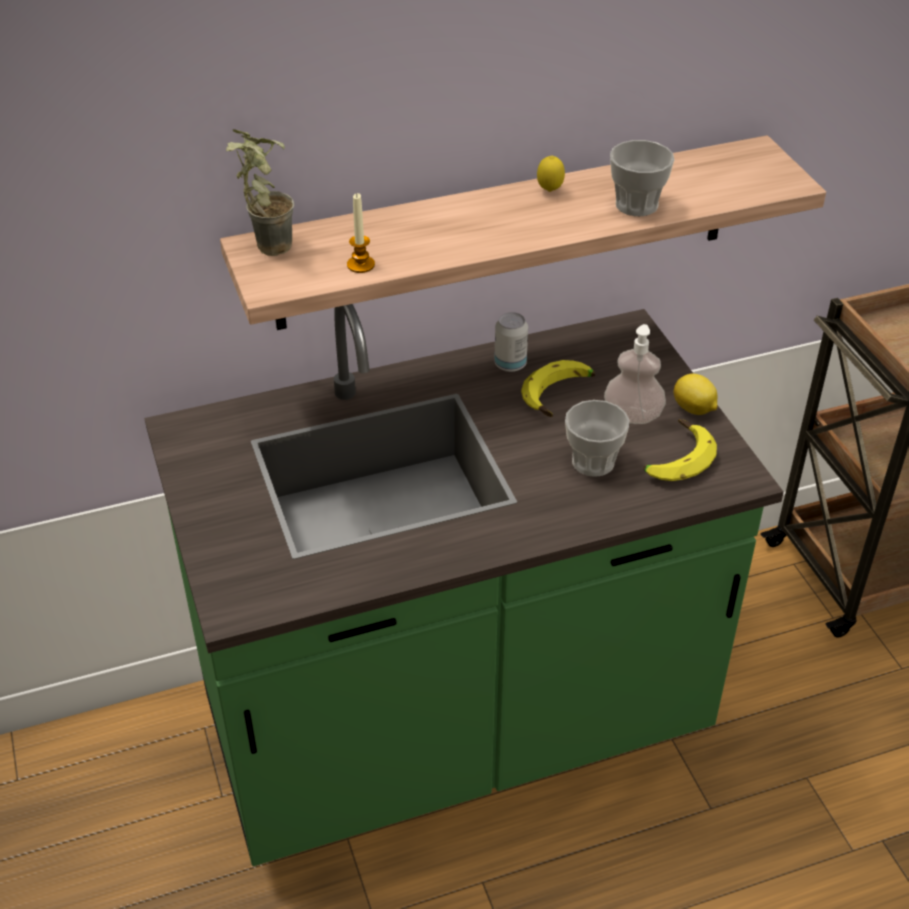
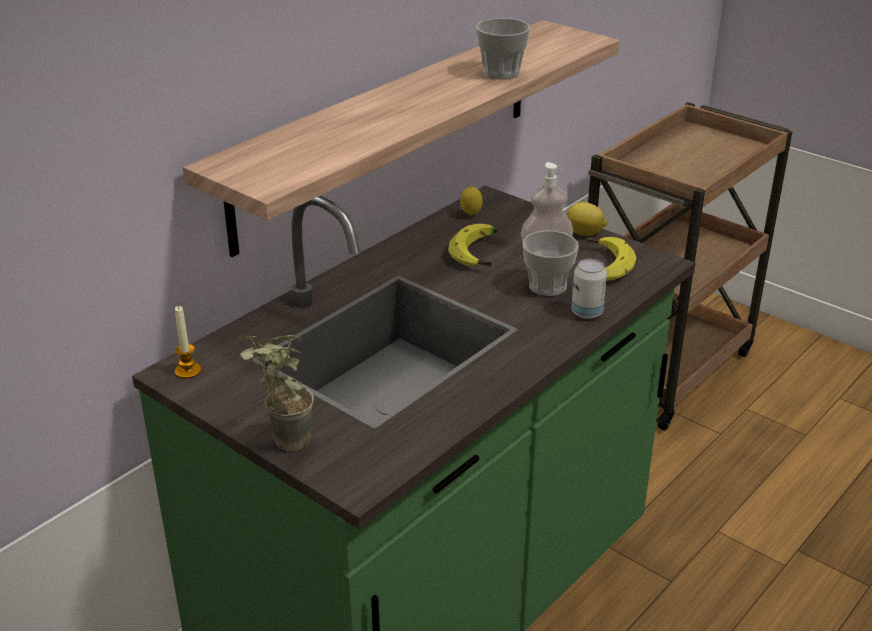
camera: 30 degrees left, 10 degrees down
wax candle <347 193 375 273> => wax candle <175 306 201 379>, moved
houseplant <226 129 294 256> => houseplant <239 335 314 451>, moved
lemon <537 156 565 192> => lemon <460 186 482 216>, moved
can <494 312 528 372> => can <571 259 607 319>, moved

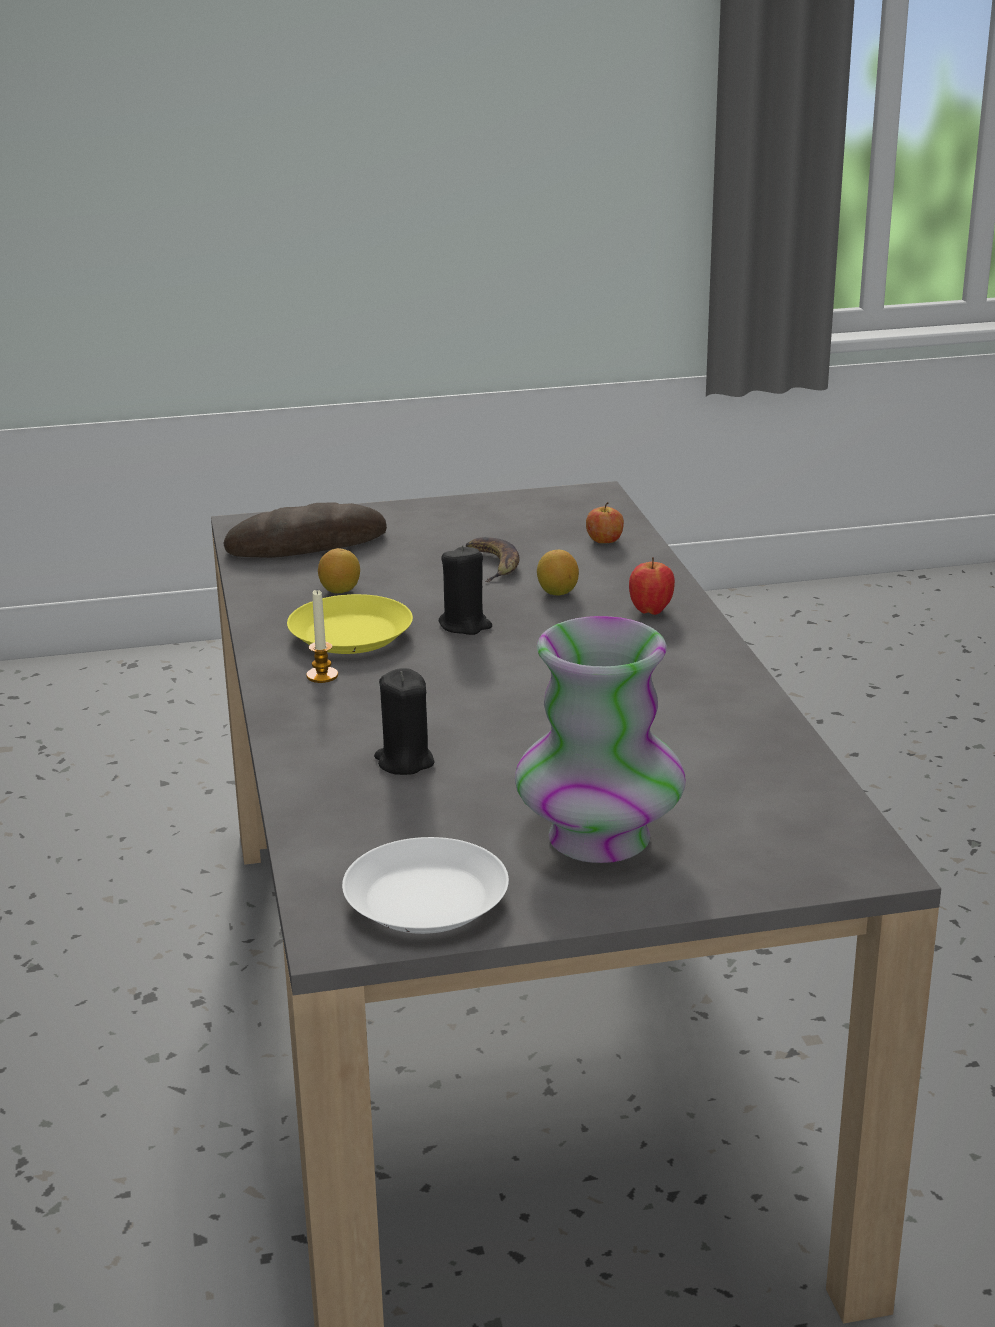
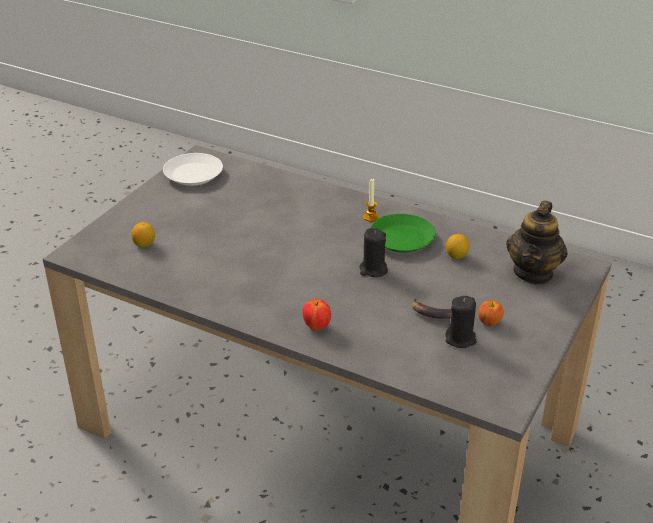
camera: 130 degrees right, 10 degrees up
lemon <537 550 579 596> => lemon <131 222 155 247>, moved
yellowish plate <287 594 413 654> => green-coloured plate <370 214 436 253>
black wax candle <374 668 435 775> => black wax candle <445 296 477 348>, moved
whole apple <586 502 624 543> => whole apple <478 300 504 326>, moved
bread <223 502 387 558> => teapot <506 201 568 285>
decorative vase <515 616 685 863> => nothing

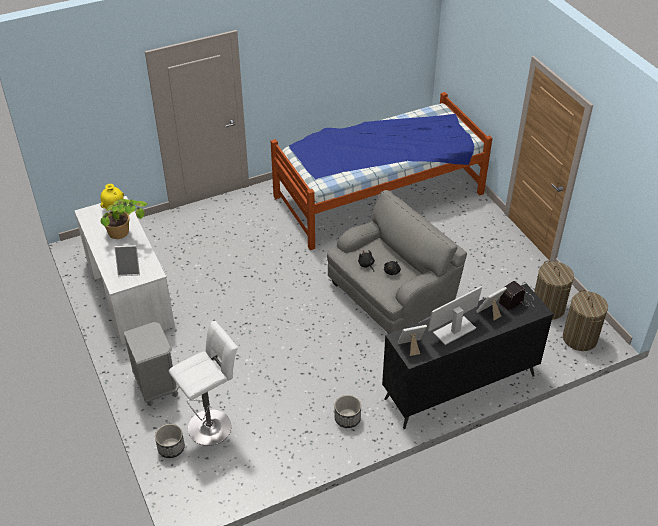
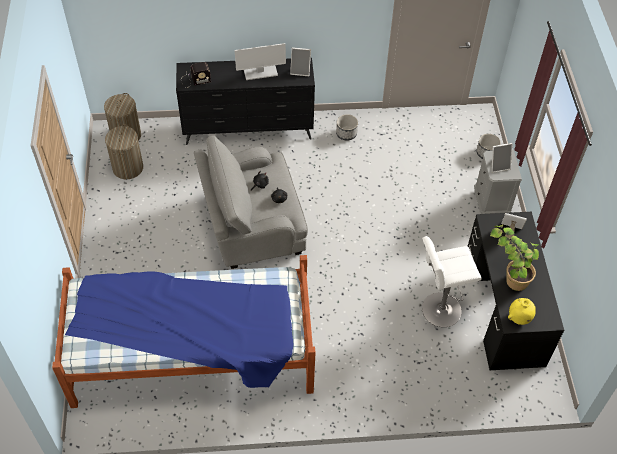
camera: 160 degrees left, 10 degrees up
white-coloured stool <169 321 238 446> => white-coloured stool <422 236 482 327>, moved
white-coloured desk unit <74 196 175 344> => black desk unit <468 212 564 370>
standing frame <476 287 507 321> => standing frame <491 143 513 173>, moved

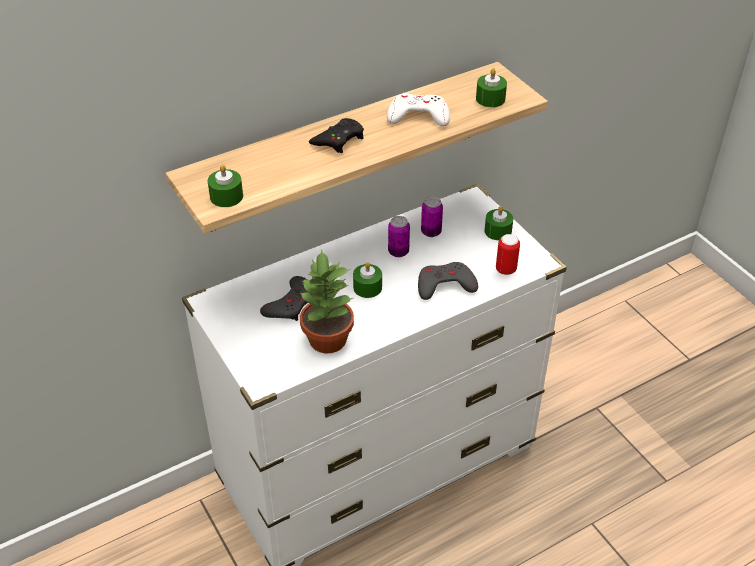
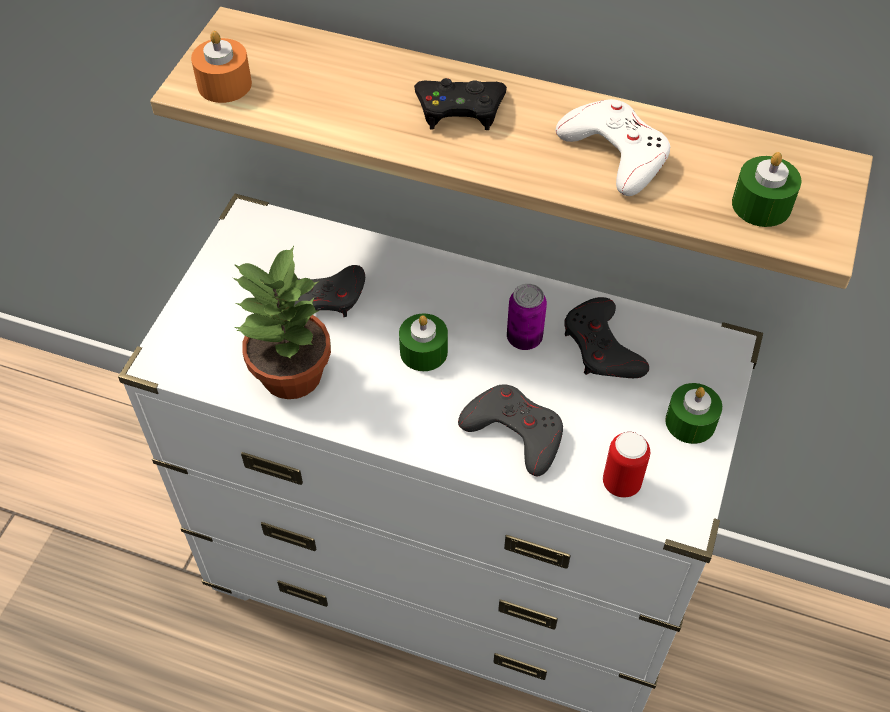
camera: 50 degrees right, 10 degrees up
green-coloured wax candle <208 165 243 207> => orangey wax candle <191 31 252 103>
can <421 196 443 237> => greyish gamepad <564 297 649 378>

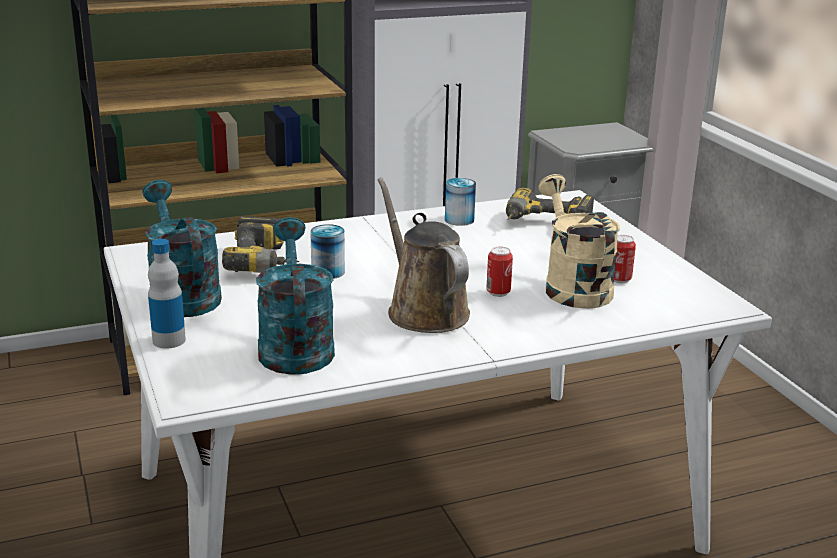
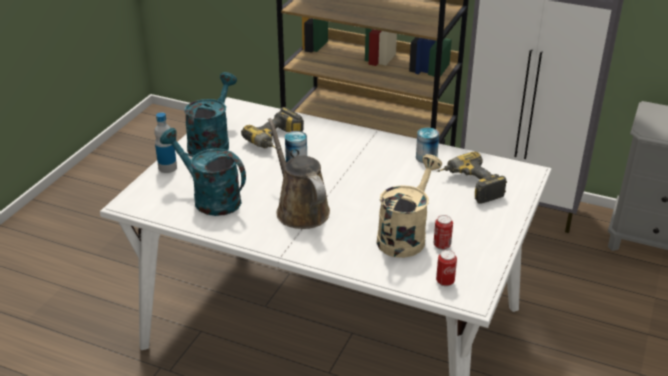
camera: 45 degrees right, 10 degrees up
blue-green watering can <256 217 335 375> => blue-green watering can <160 128 246 216>, 90 degrees counterclockwise
brown watering can <377 177 470 333> => brown watering can <268 118 330 229>, 45 degrees counterclockwise
can <486 247 513 297> => can <436 250 457 286>, moved

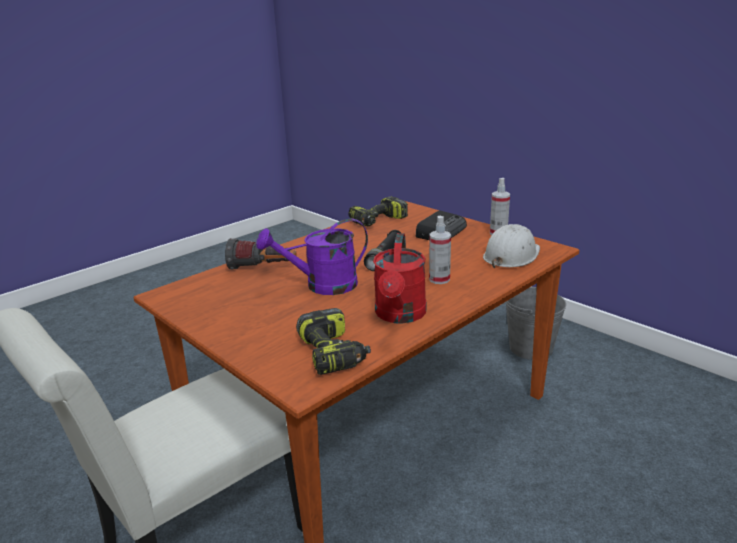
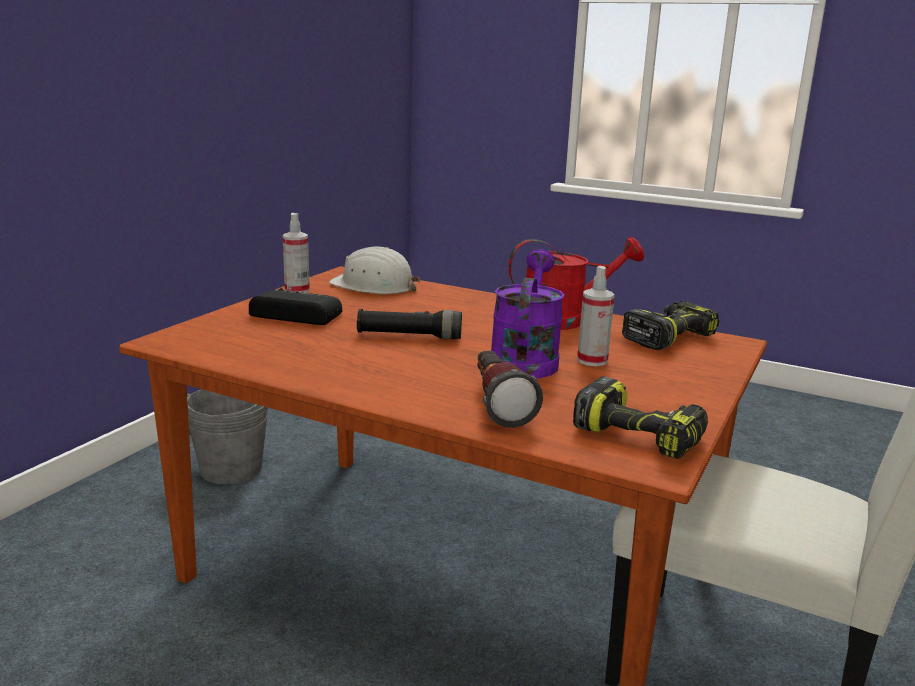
camera: 110 degrees left, 5 degrees down
purplish watering can <256 218 368 295> => purplish watering can <491 249 565 379>, 135 degrees counterclockwise
electric drill <348 196 408 227> => electric drill <573 376 708 459>, moved
spray bottle <429 216 451 284> => spray bottle <577 266 615 366>, moved

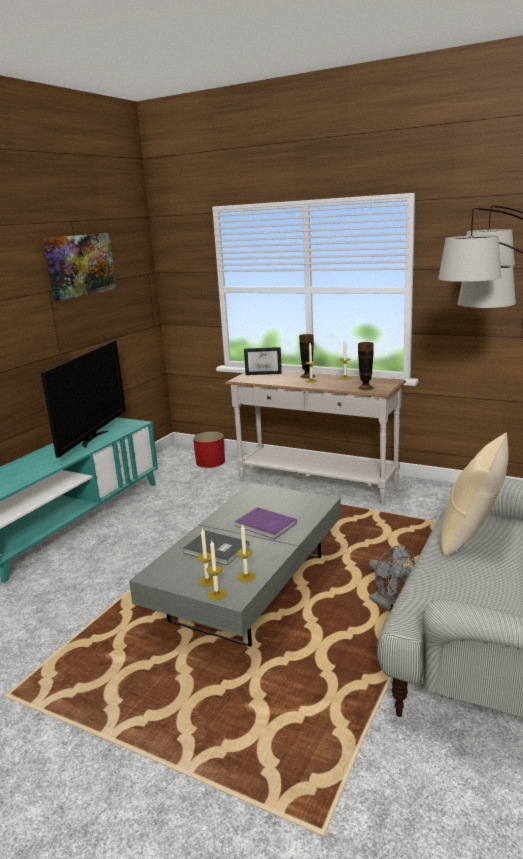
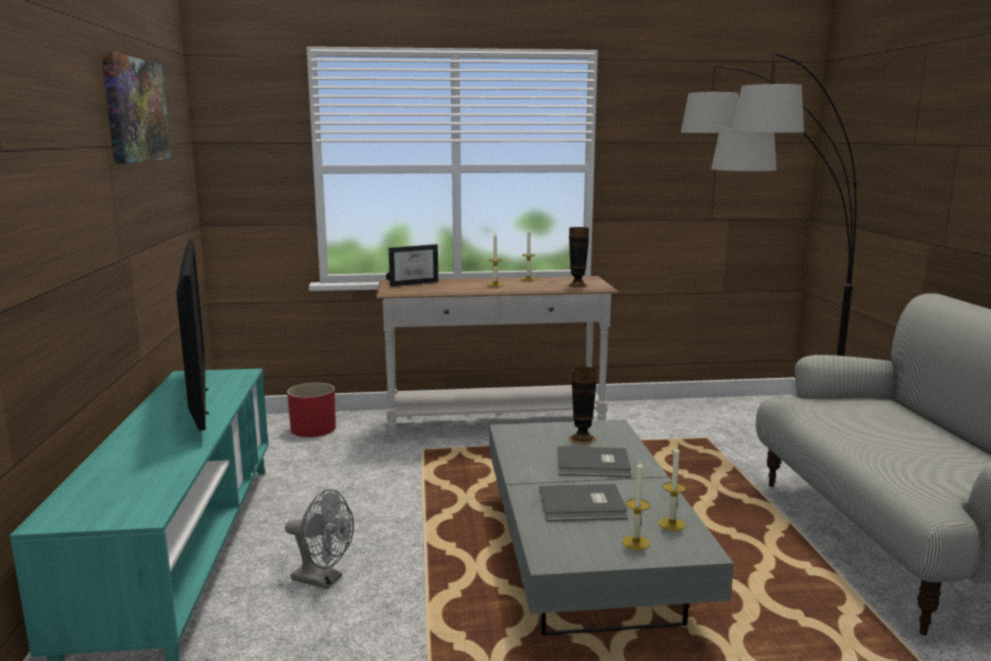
camera: 35 degrees left, 5 degrees down
greyish cooling fan <369 545 415 612> => greyish cooling fan <285 489 354 589>, moved
purplish book <235 507 297 539> => greyish book <557 446 631 477>
decorative vase <299 334 315 379> => decorative vase <569 367 597 444>, moved
wax candle <206 540 226 600> => nothing
beige-coloured throw pillow <441 432 509 556> => nothing

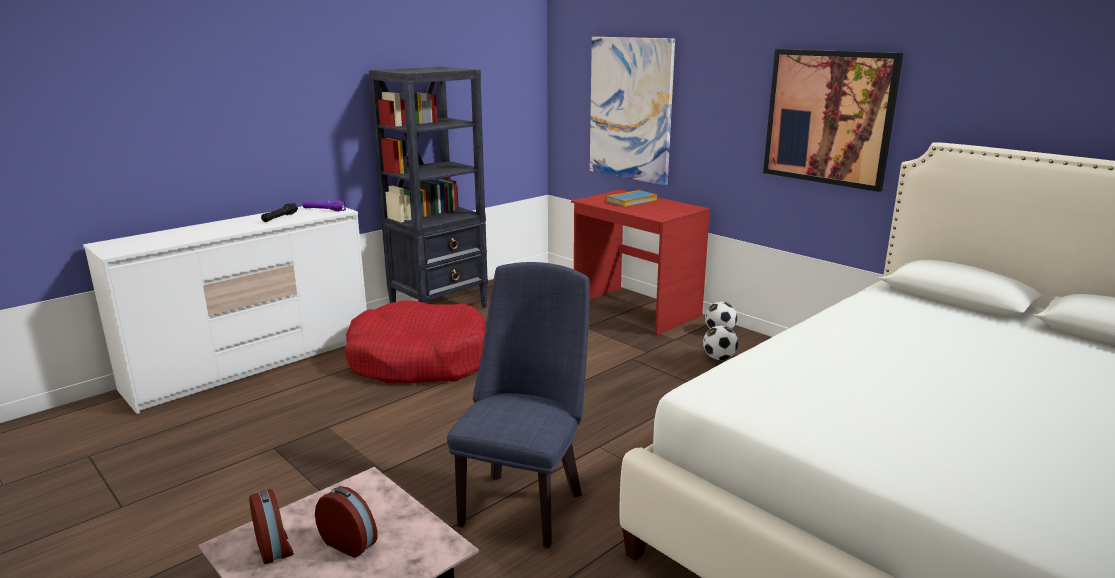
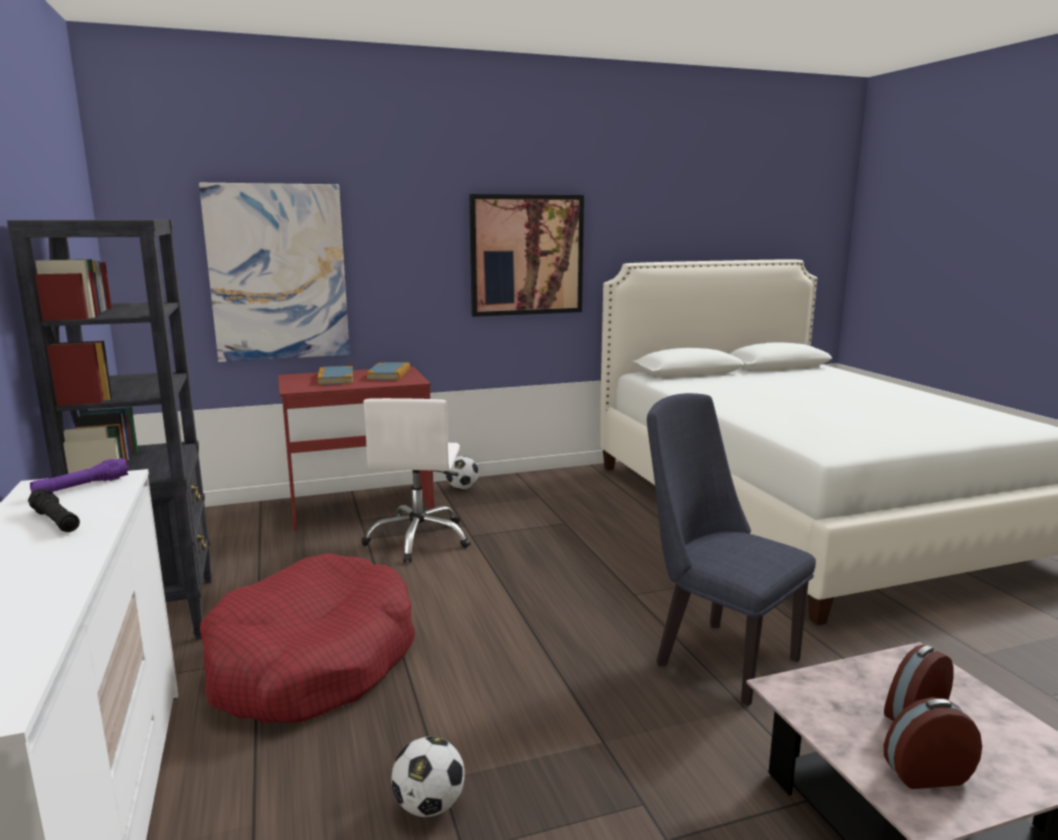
camera: 65 degrees left, 5 degrees down
nothing => white-coloured desk chair <361 398 471 563>
nothing => book <366 362 410 380>
ball for football <703 326 738 360> => ball for football <391 736 465 817>, moved

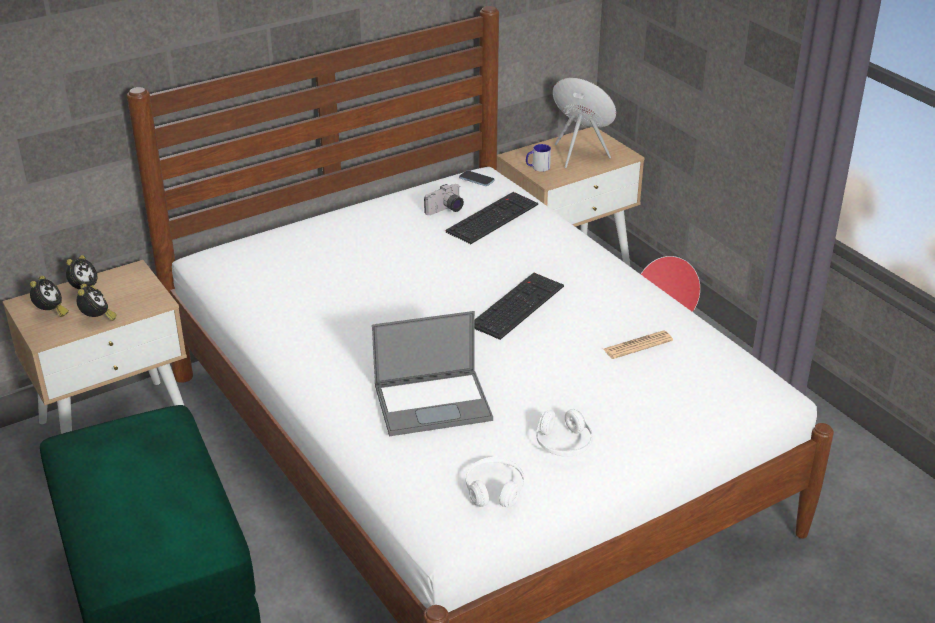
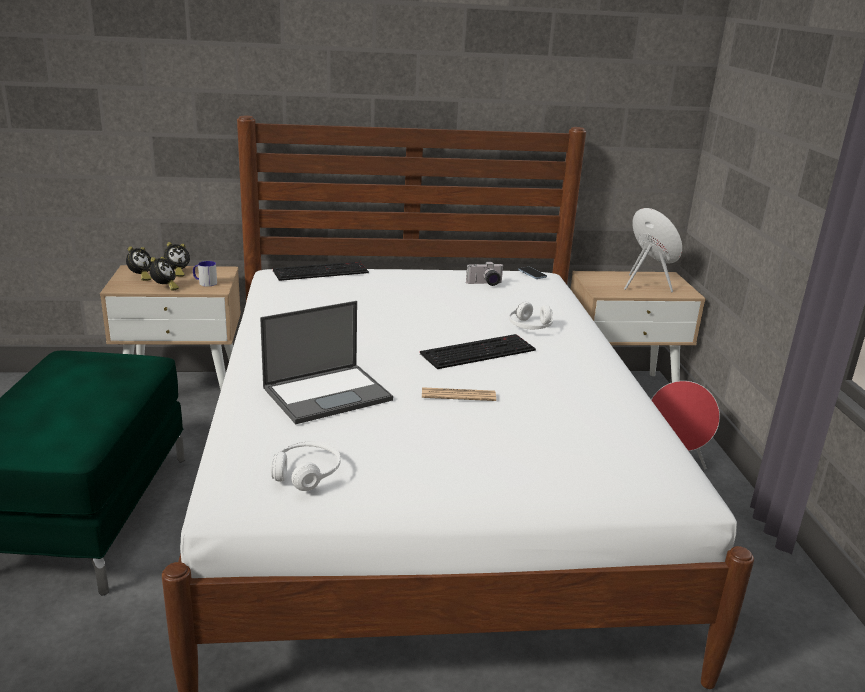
camera: 25 degrees right, 10 degrees down
tea mug <526 144 551 172> => tea mug <193 261 217 287>, moved
portable computer <372 311 493 436> => portable computer <260 301 393 425>, 45 degrees counterclockwise
computer keyboard <446 192 538 244> => computer keyboard <273 262 369 281>, moved
newspaper <603 330 673 359> => newspaper <422 387 496 401>, moved
white-coloured headphones <536 409 593 457> => white-coloured headphones <509 302 553 329>, moved

